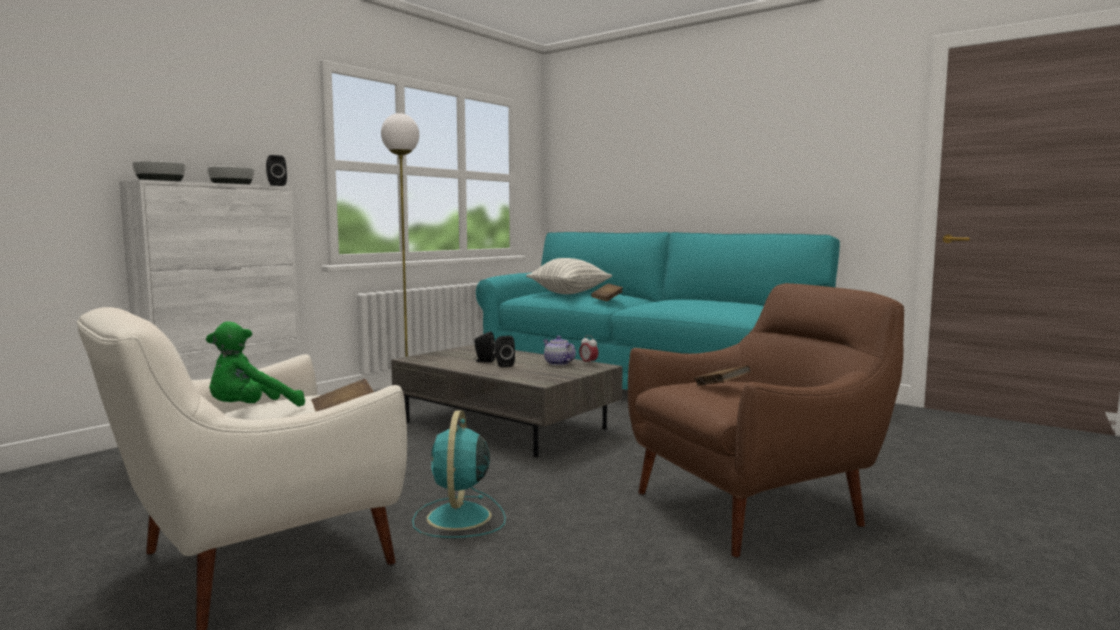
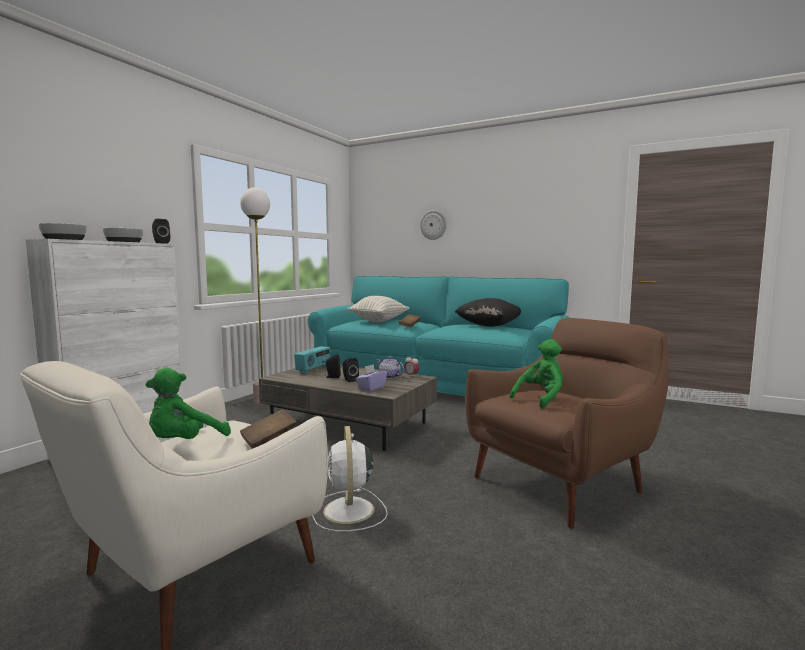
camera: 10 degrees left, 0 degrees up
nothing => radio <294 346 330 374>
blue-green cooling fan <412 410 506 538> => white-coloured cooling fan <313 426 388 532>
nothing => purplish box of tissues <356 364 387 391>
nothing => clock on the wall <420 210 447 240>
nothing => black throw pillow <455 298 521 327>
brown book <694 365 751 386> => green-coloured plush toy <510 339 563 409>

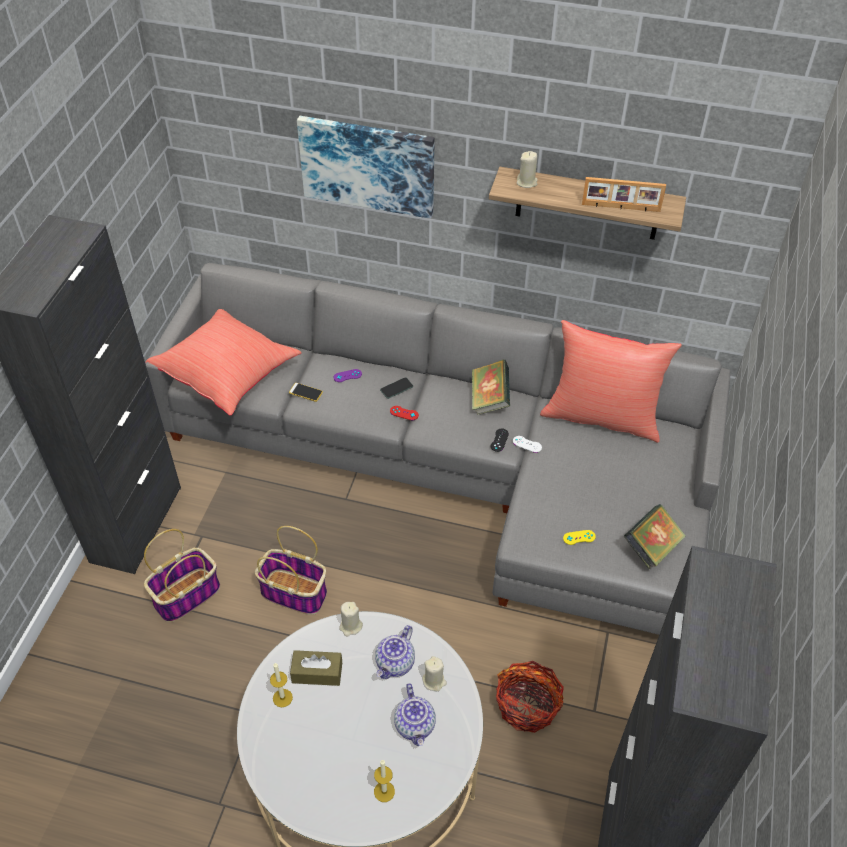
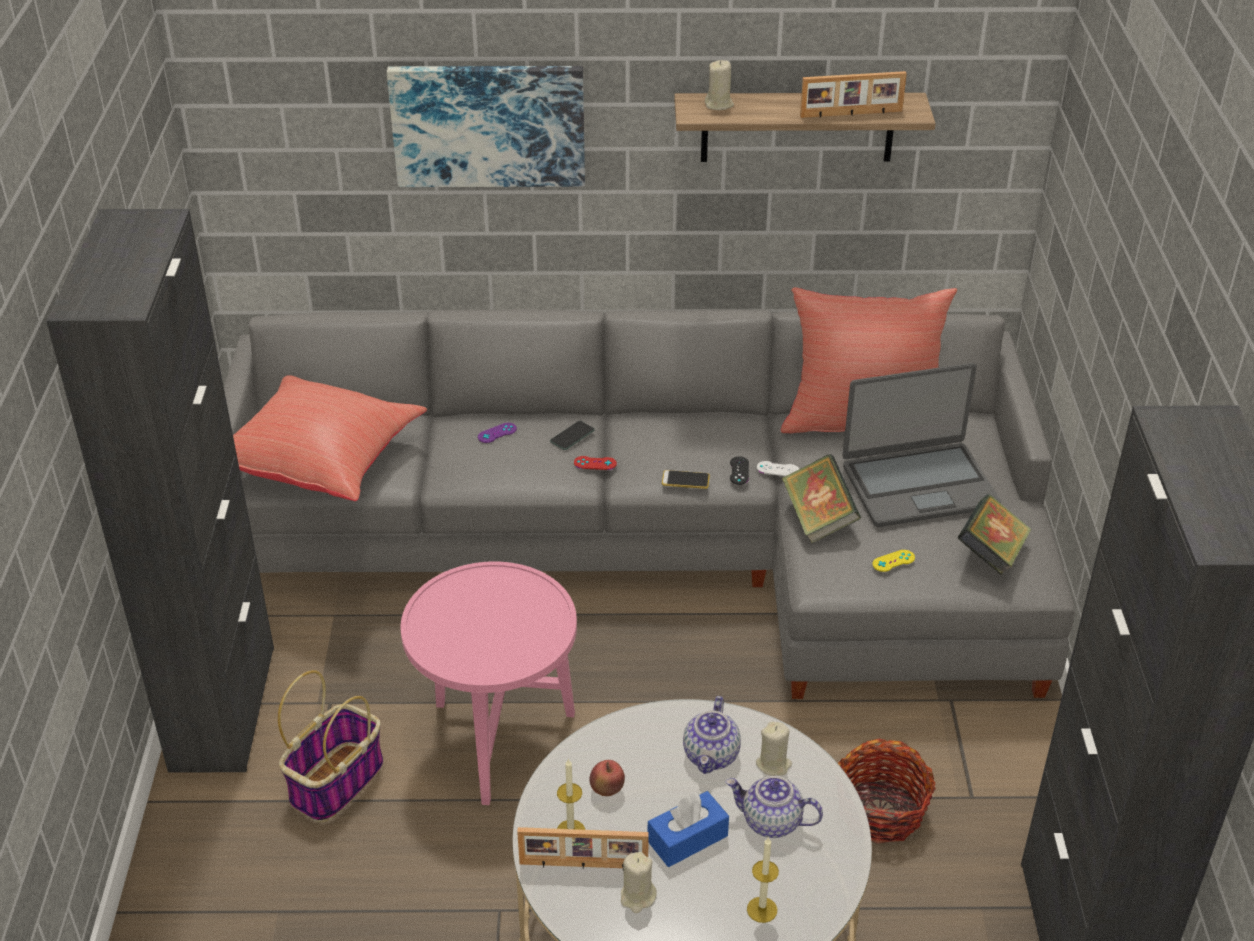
camera: 15 degrees left, 10 degrees down
basket <255 526 327 615> => pinkish end table <401 561 577 805>
nothing => standing frame <517 827 649 869>
brown box of tissues <290 650 342 686> => whole apple <590 760 625 796>
beige-coloured wax candle <339 602 363 637> => beige-coloured wax candle <621 852 657 913>, moved
nothing => blue box of tissues <648 791 729 867>
phone <289 383 323 402> => phone <662 470 710 489>, moved
teapot <394 683 436 746> => teapot <726 776 823 838>, 135 degrees clockwise
book <472 359 510 415> => book <781 454 861 543>, moved
nothing => portable computer <842 363 1001 527>

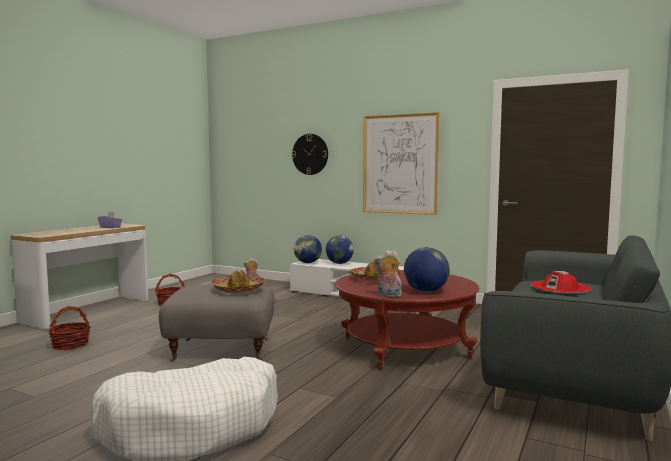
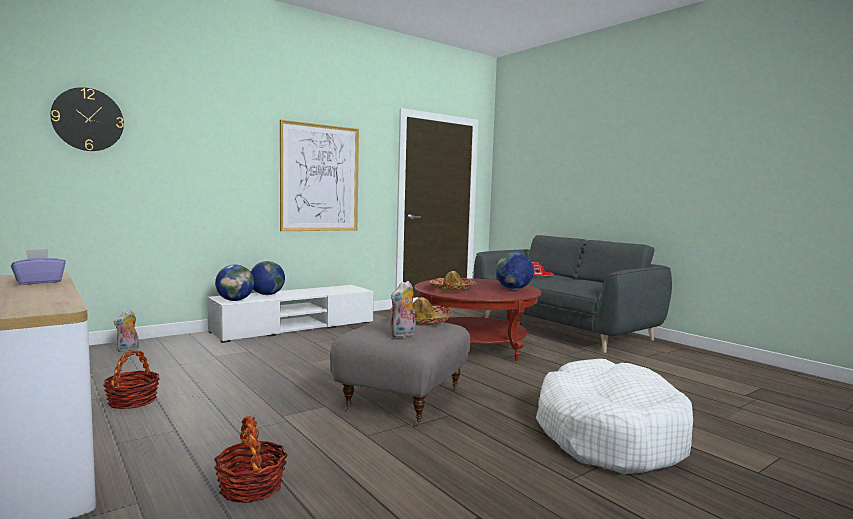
camera: 65 degrees left, 0 degrees up
clock on the wall <292 134 328 175> => clock on the wall <50 87 124 151>, moved
plush toy <374 250 401 297> => plush toy <391 281 416 338>, moved

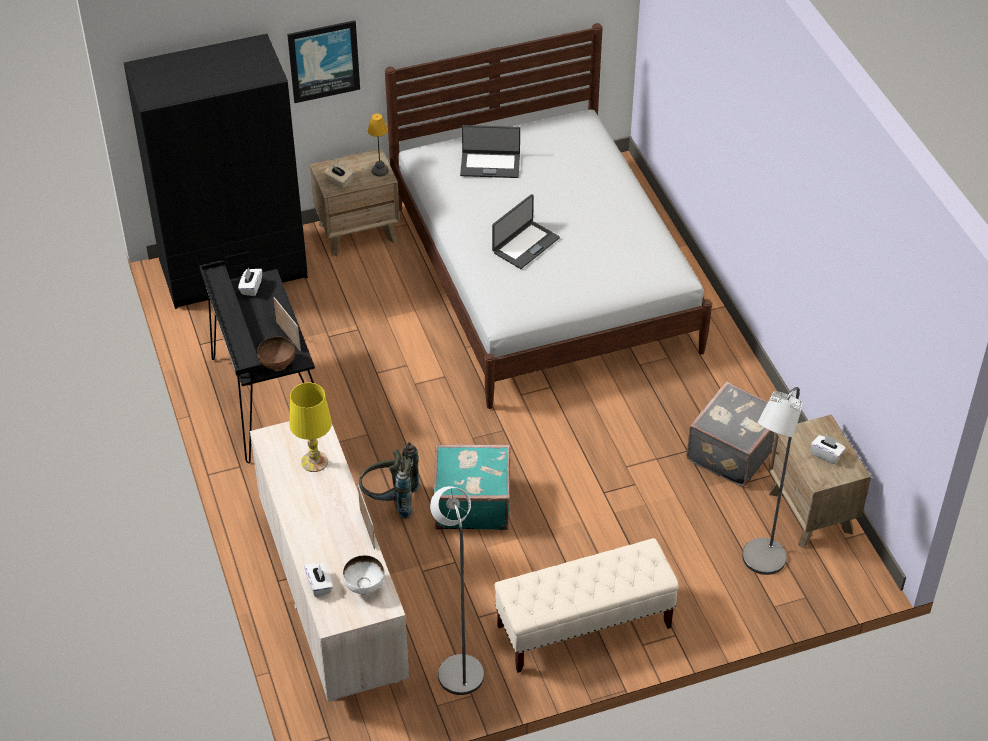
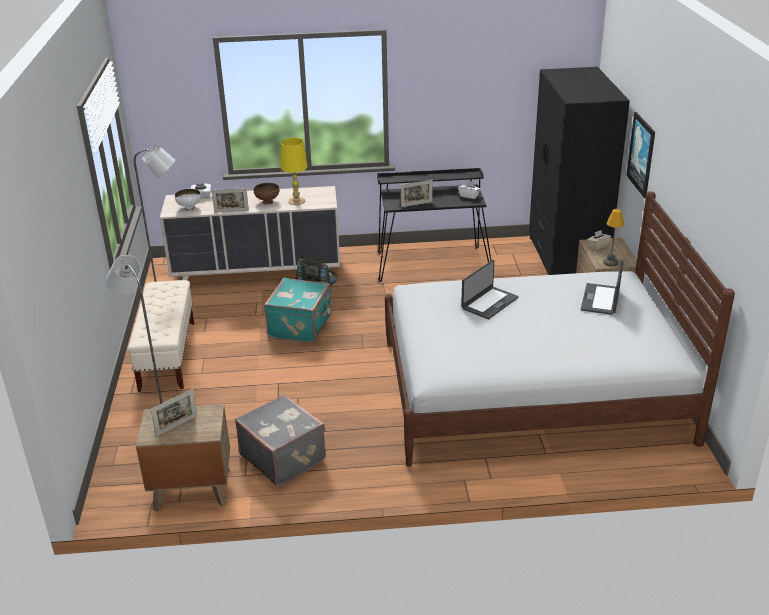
camera: 105 degrees right, 15 degrees down
white-coloured box of tissues <811 435 846 464> => standing frame <151 389 197 437>
brown serving bowl <257 337 295 371> => brown serving bowl <254 183 279 205>, moved
portable computer <492 194 560 269> => portable computer <461 260 519 319>, 105 degrees counterclockwise

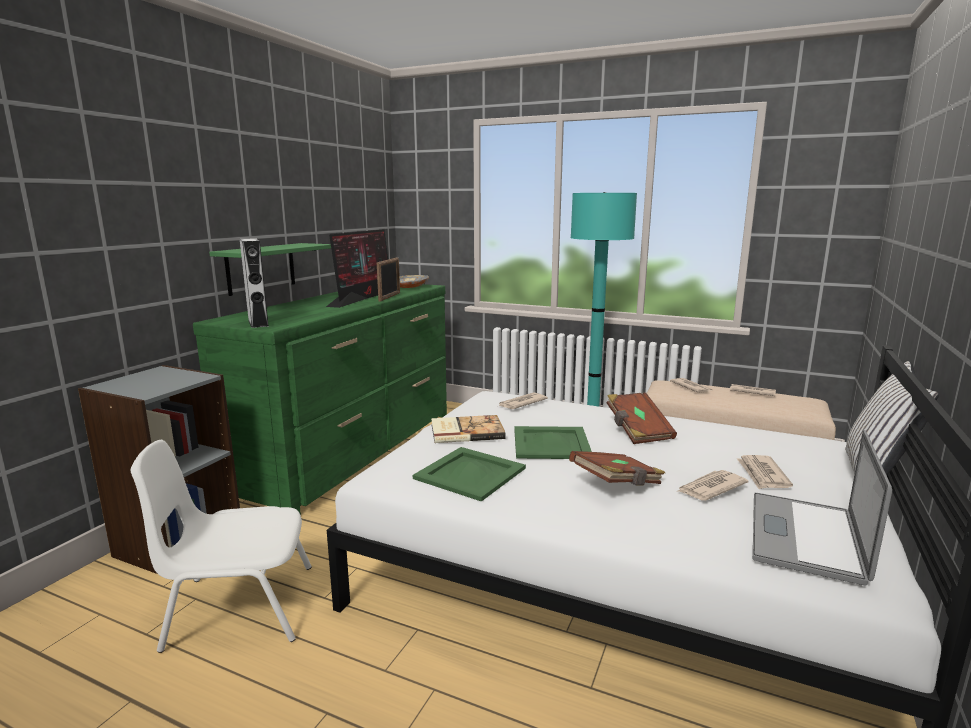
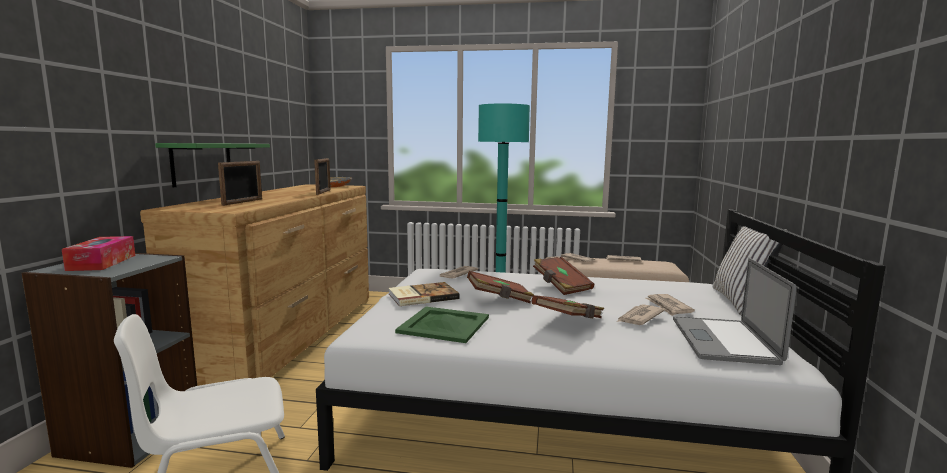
camera: 15 degrees left, 5 degrees down
nothing => box of tissues <62 236 135 271>
green-coloured drawer chest <193 284 447 515> => brown drawer chest <140 184 369 386>
nothing => standing frame <218 161 262 206>
green-coloured tray <514 426 592 459> => brown book <467 271 534 303>
greyish audio speaker <240 238 269 328> => nothing
monitor <326 229 388 308> => nothing

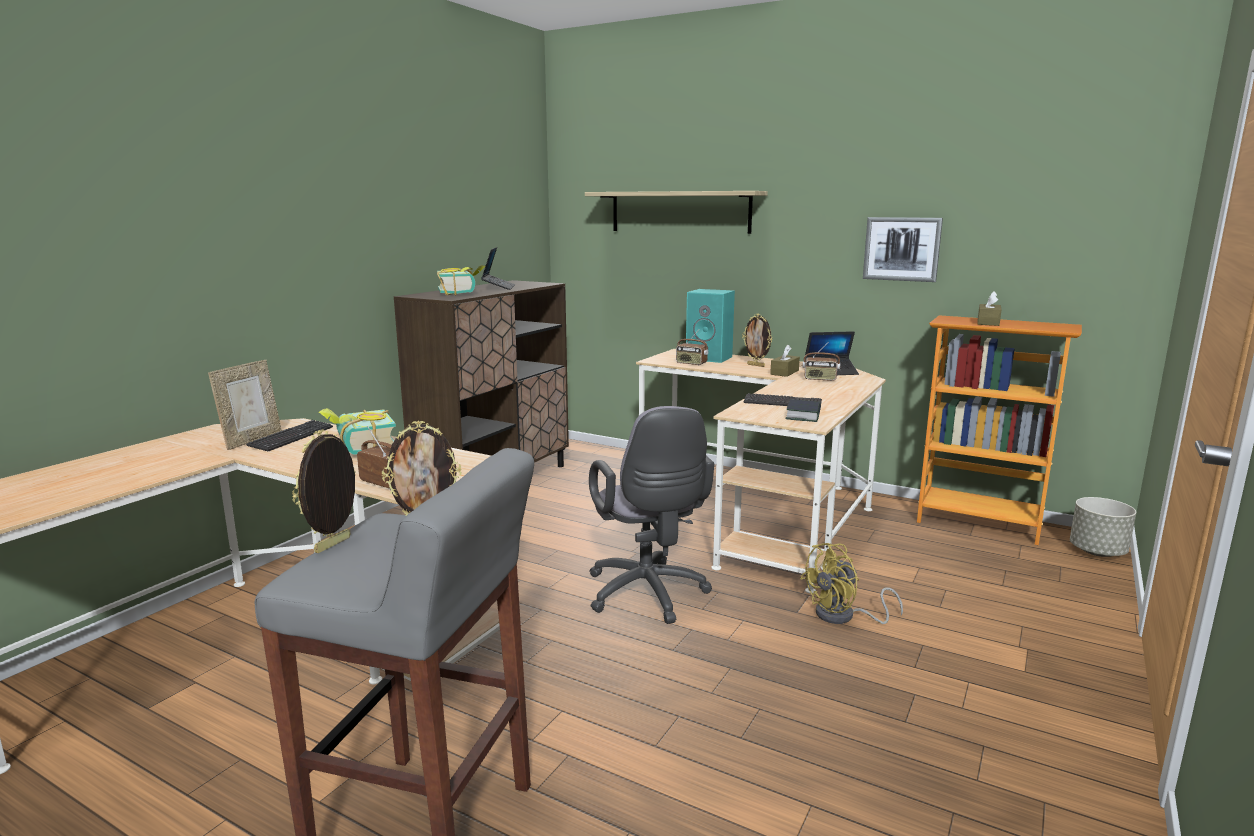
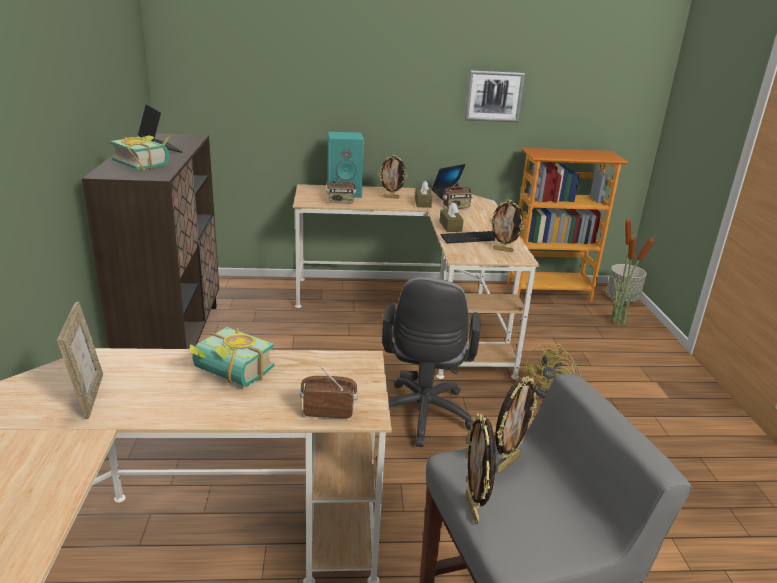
camera: 35 degrees left, 10 degrees up
greyish desk chair <589 406 714 624> => greyish desk chair <382 277 480 447>, 60 degrees clockwise
brown box of tissues <978 291 1002 326> => brown box of tissues <439 202 464 232>, moved
book <785 399 821 422> => standing frame <489 199 525 252>
nothing => houseplant <603 219 656 325>
computer keyboard <246 420 333 451> => nothing
shelf <585 191 768 234> => nothing

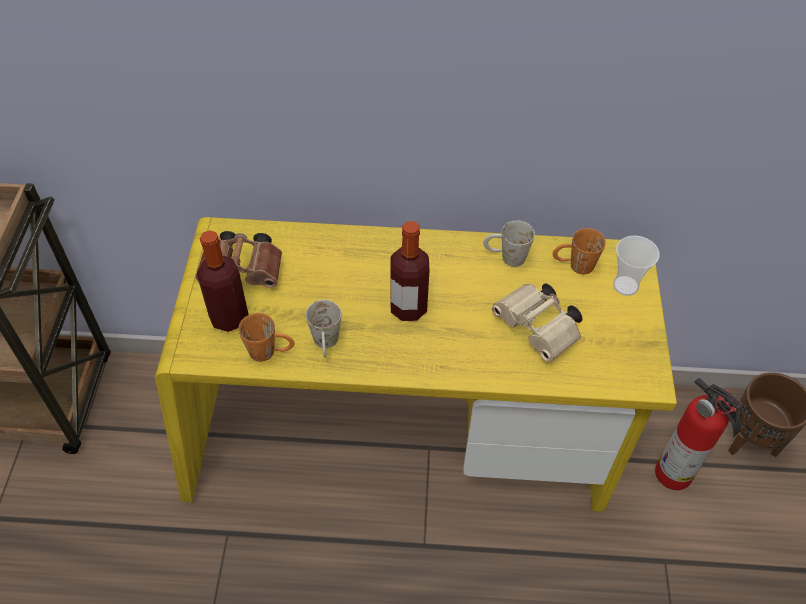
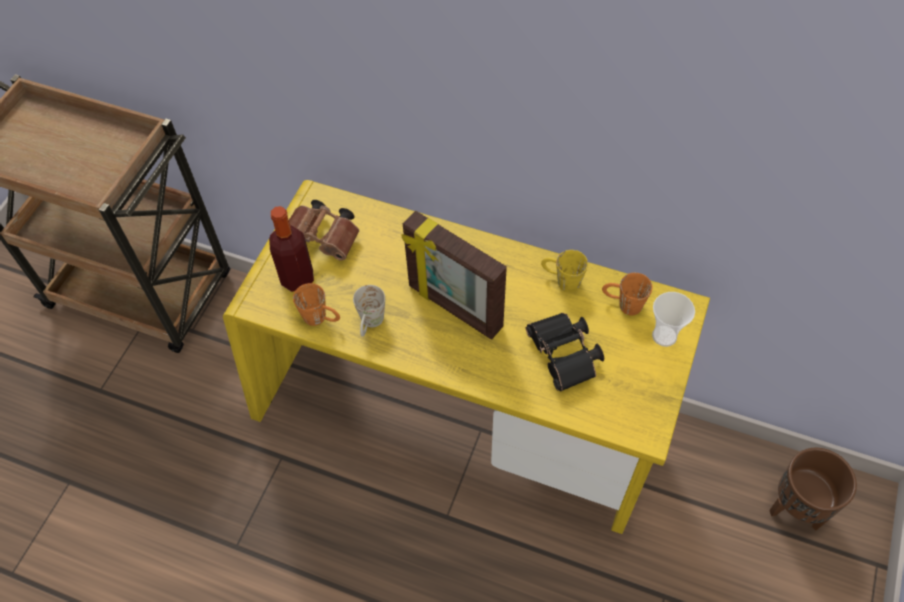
camera: 20 degrees right, 5 degrees up
drink bottle <390 221 430 321> => standing frame <401 211 507 340>
beige-coloured pair of binoculars <492 283 582 362> => black pair of binoculars <526 313 604 392>
white-coloured tea mug <483 220 535 267> => yellowish tea mug <541 250 588 292>
extinguisher <655 378 743 490> => nothing

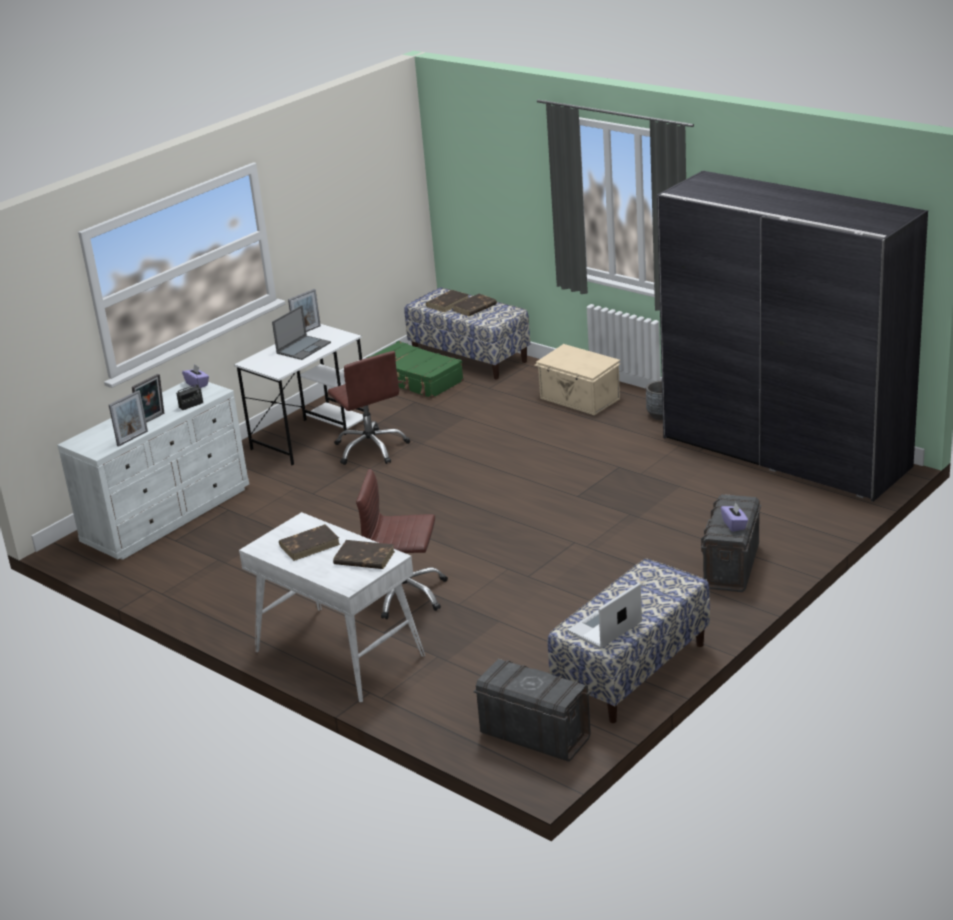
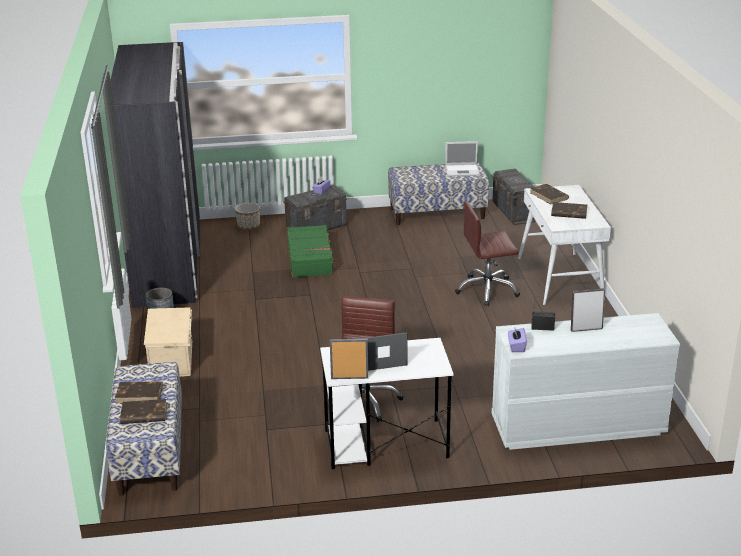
camera: 140 degrees left, 0 degrees up
nothing => planter <235 203 260 230>
green-coloured suitcase <367 341 464 398> => green-coloured suitcase <287 225 335 278>, moved
brown desk chair <356 469 448 619> => brown desk chair <455 201 520 306>, 120 degrees clockwise
standing frame <109 390 148 447> => nothing

